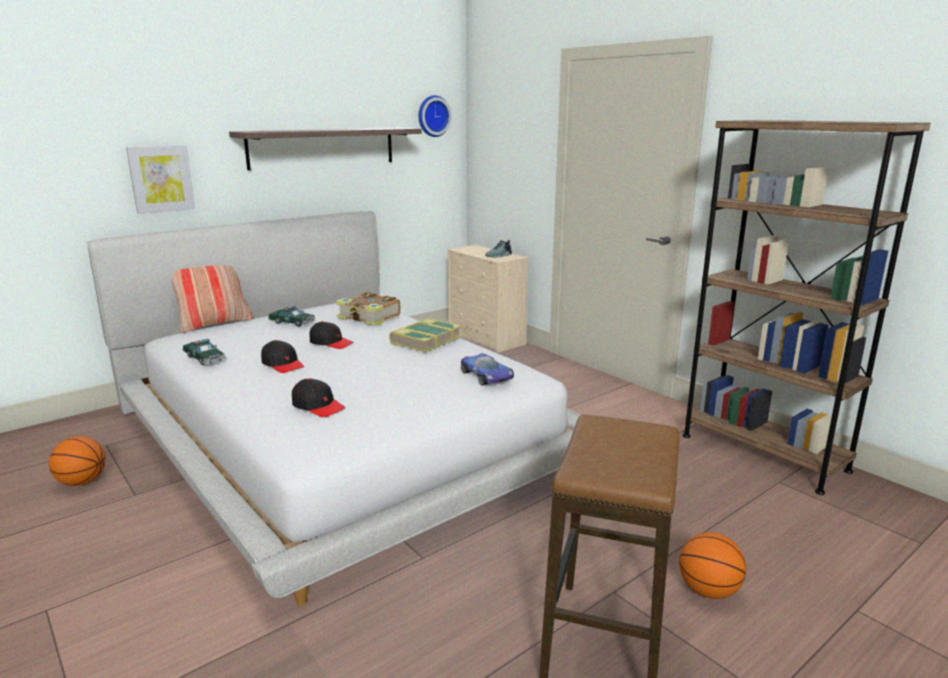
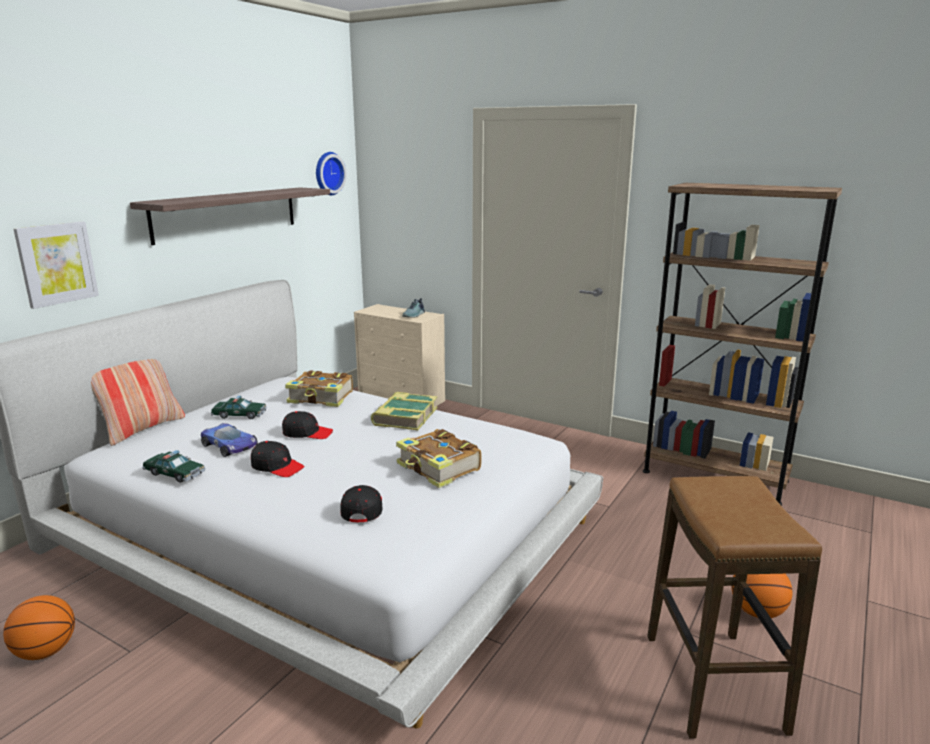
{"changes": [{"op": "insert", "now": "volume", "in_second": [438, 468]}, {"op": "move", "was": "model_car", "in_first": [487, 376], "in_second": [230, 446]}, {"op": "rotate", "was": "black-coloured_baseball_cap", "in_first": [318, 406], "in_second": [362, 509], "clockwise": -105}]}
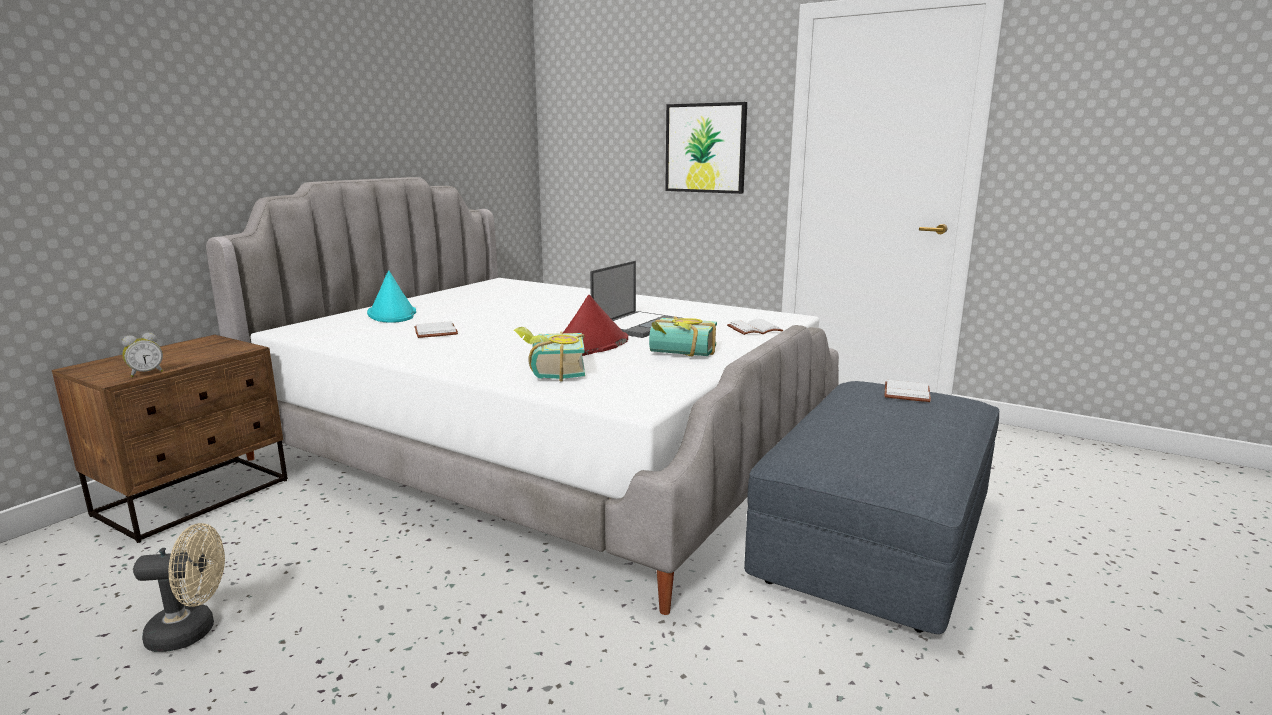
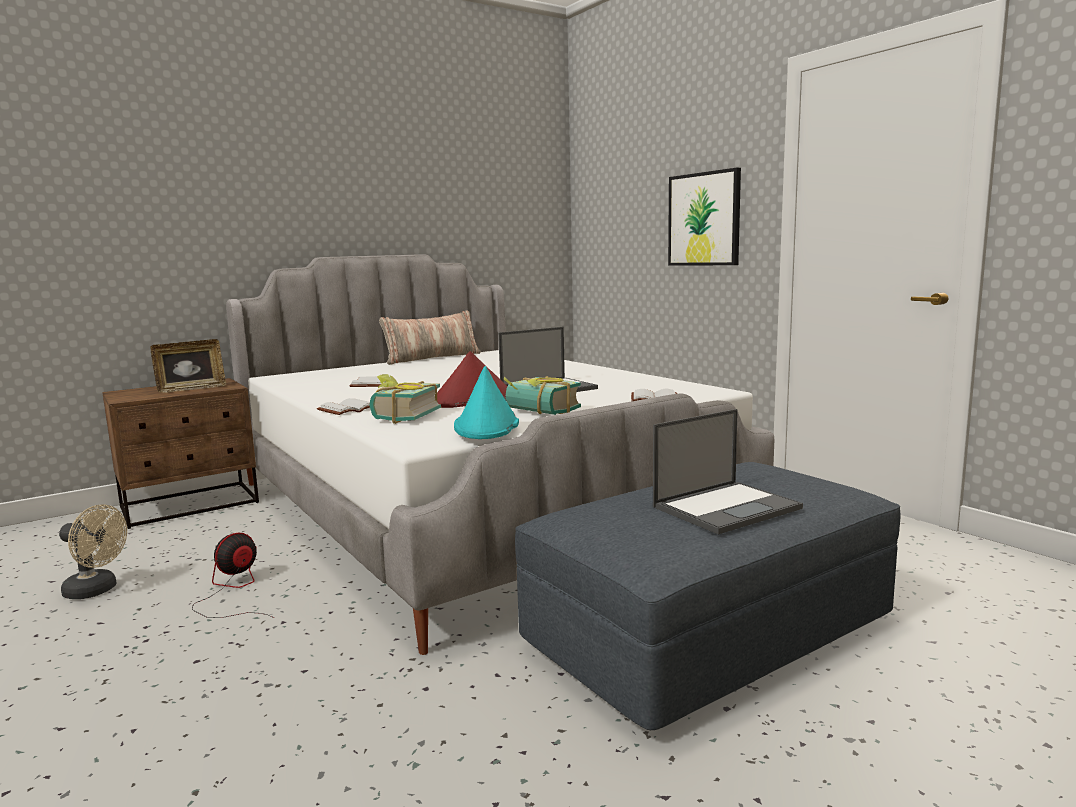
{"changes": [{"op": "delete", "was": "alarm_clock", "in_first": [146, 373]}, {"op": "insert", "now": "photo_frame", "in_second": [191, 389]}, {"op": "insert", "now": "electric_fan", "in_second": [233, 591]}, {"op": "insert", "now": "cushion", "in_second": [432, 358]}, {"op": "insert", "now": "portable_computer", "in_second": [727, 507]}, {"op": "move", "was": "blue-green_clothing_hat", "in_first": [392, 314], "in_second": [487, 426]}, {"op": "move", "was": "white-coloured_volume", "in_first": [905, 393], "in_second": [348, 409]}]}
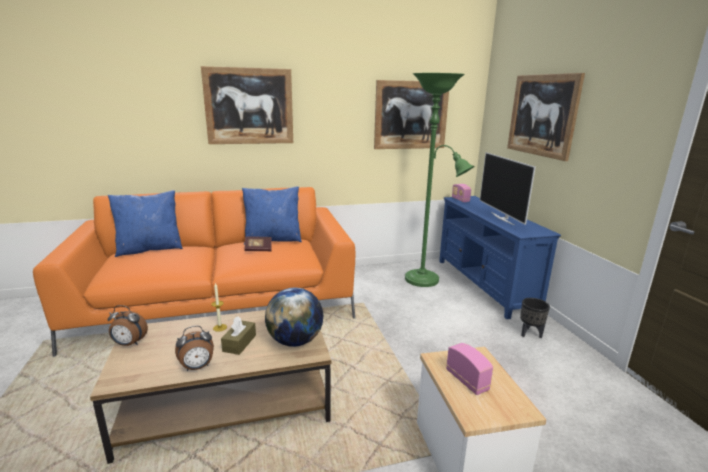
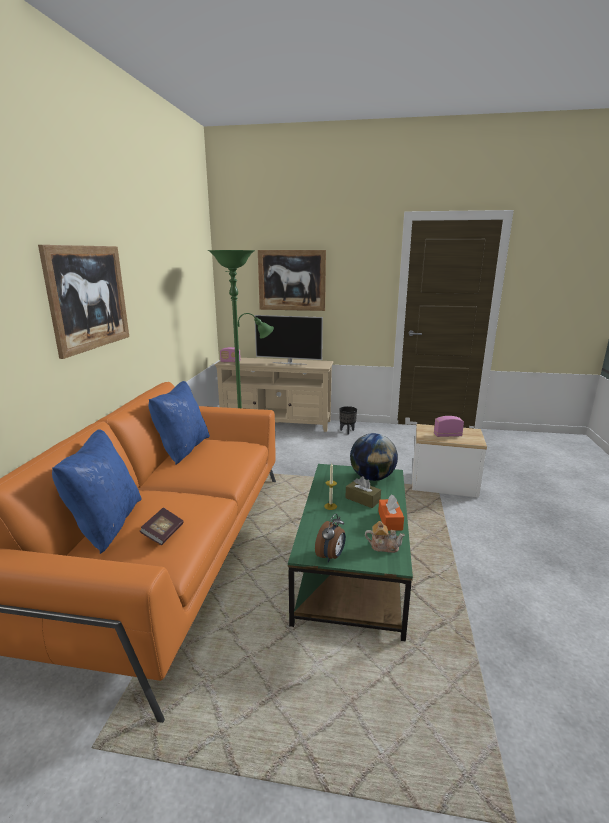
{"changes": [{"op": "delete", "was": "wall_picture", "in_first": [411, 115]}, {"op": "insert", "now": "teapot", "in_second": [383, 546]}, {"op": "move", "was": "volume", "in_first": [258, 249], "in_second": [163, 534]}, {"op": "replace", "was": "alarm_clock", "now": "orange_tissue_box", "in_first": [197, 367], "in_second": [390, 520]}, {"op": "recolor", "was": "brownish_coffee_table", "now": "green-coloured_coffee_table", "in_first": [229, 401], "in_second": [352, 564]}, {"op": "recolor", "was": "blue_tv_stand", "now": "sand-coloured_tv_stand", "in_first": [484, 285], "in_second": [276, 423]}]}
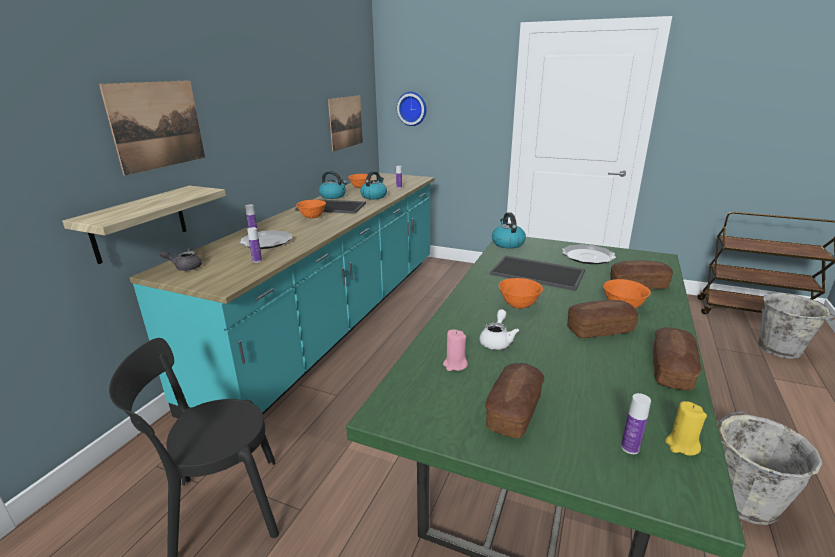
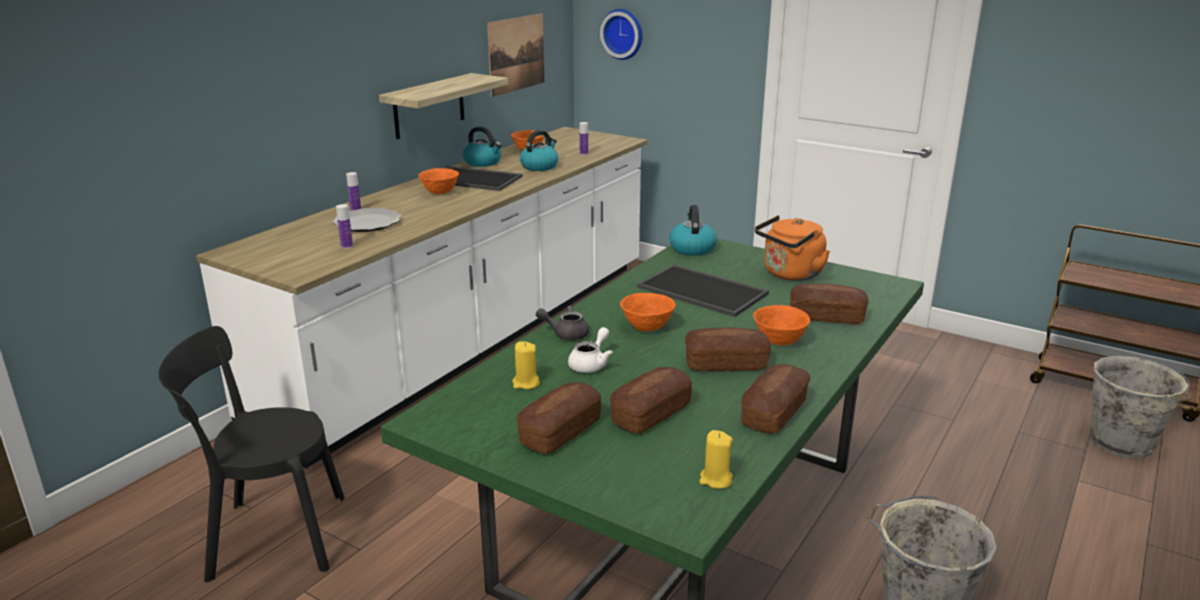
{"changes": [{"op": "delete", "was": "wall_picture", "in_first": [157, 125]}, {"op": "delete", "was": "bottle", "in_first": [630, 448]}, {"op": "insert", "now": "baked_bread", "in_second": [651, 414]}, {"op": "move", "was": "shelf", "in_first": [139, 223], "in_second": [429, 106]}, {"op": "move", "was": "grey_teapot", "in_first": [185, 267], "in_second": [565, 334]}, {"op": "replace", "was": "dinner_plate", "now": "orange_tea_kettle", "in_first": [587, 256], "in_second": [790, 274]}, {"op": "recolor", "was": "blue-green_kitchen_base_unit", "now": "white-coloured_kitchen_base_unit", "in_first": [337, 320], "in_second": [474, 340]}, {"op": "recolor", "was": "pink-coloured_wax_light", "now": "yellowish_wax_light", "in_first": [455, 365], "in_second": [526, 383]}]}
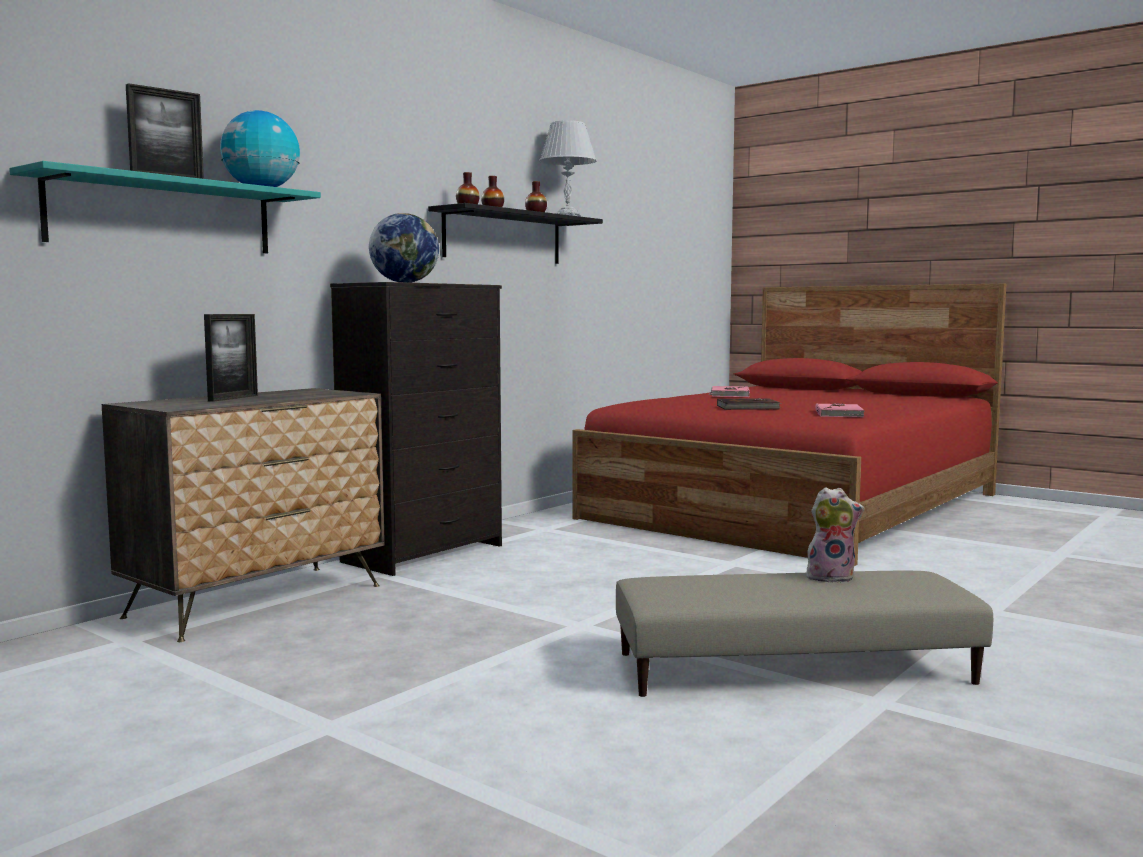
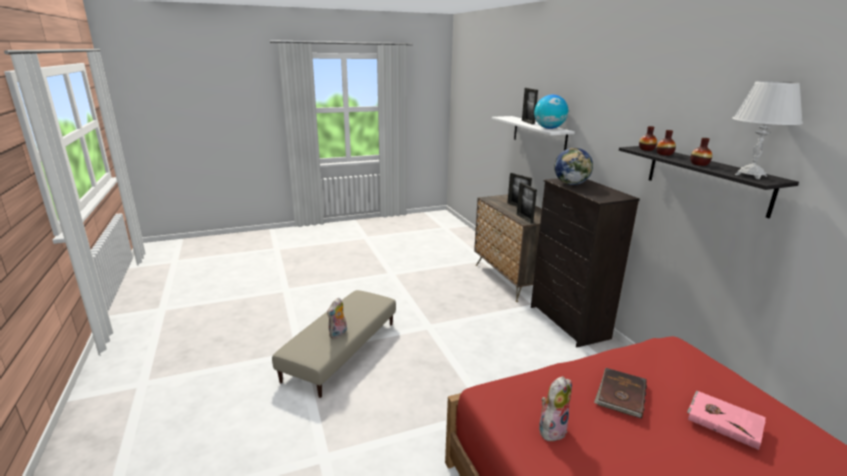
{"changes": [{"op": "insert", "now": "photo_frame", "in_second": [524, 219]}, {"op": "replace", "was": "pink-coloured_volume", "now": "plush_toy", "in_first": [840, 414], "in_second": [551, 429]}, {"op": "recolor", "was": "blue-green_shelf", "now": "white-coloured_shelf", "in_first": [163, 216], "in_second": [539, 135]}]}
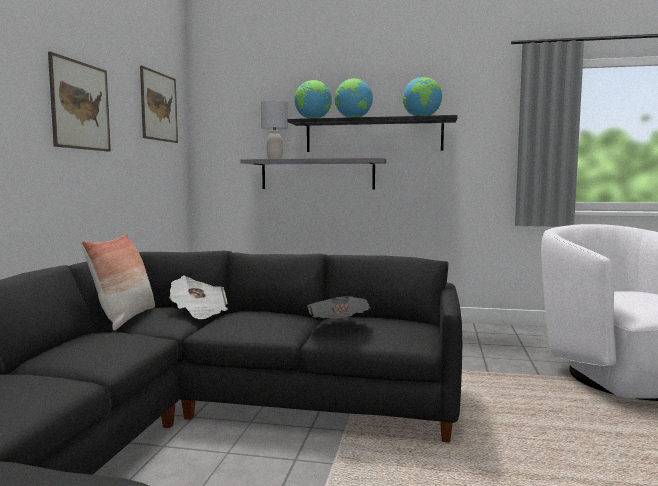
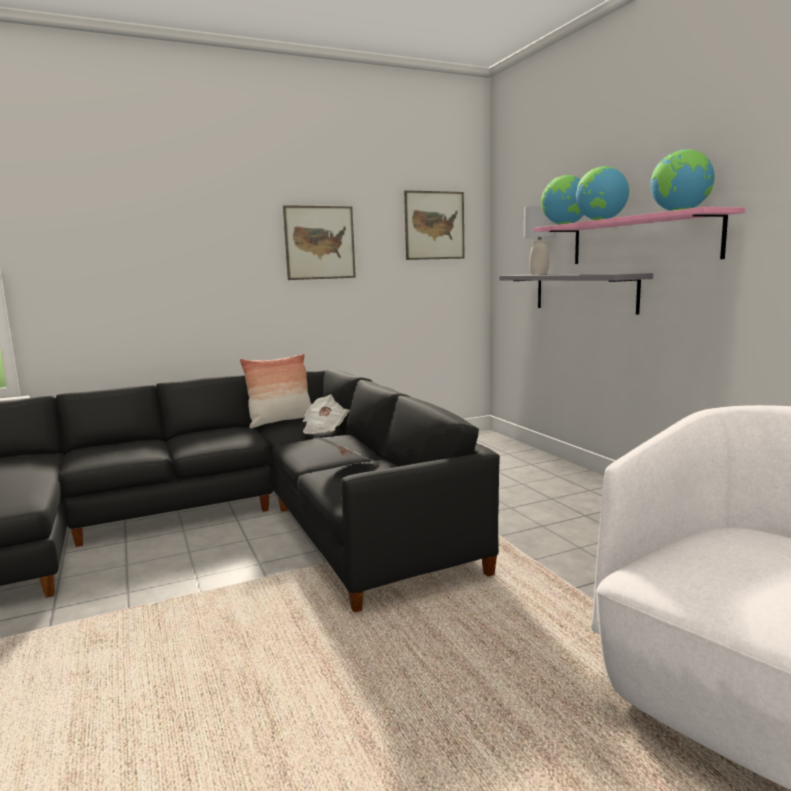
{"changes": [{"op": "recolor", "was": "black-coloured_shelf", "now": "pink-coloured_shelf", "in_first": [373, 136], "in_second": [641, 240]}]}
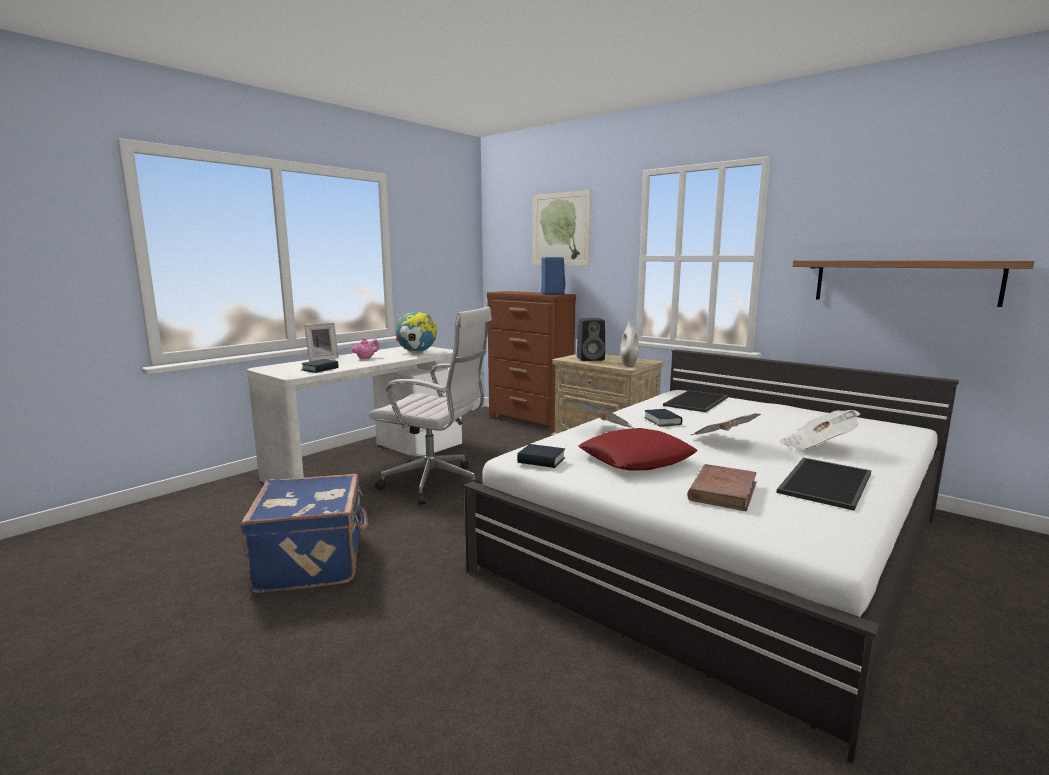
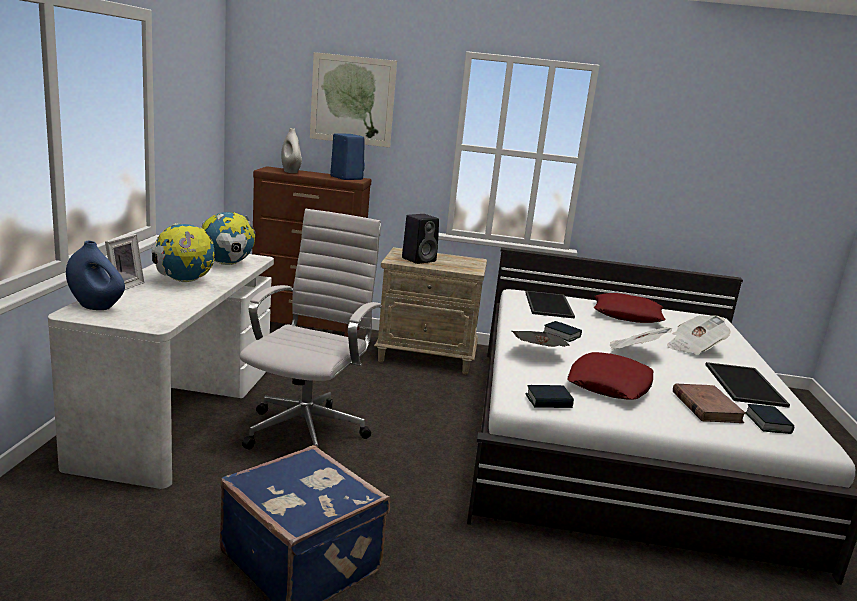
{"changes": [{"op": "delete", "was": "shelf", "in_first": [904, 281]}, {"op": "insert", "now": "blue_vase", "in_second": [96, 306]}, {"op": "insert", "now": "reddish_cushion", "in_second": [627, 315]}, {"op": "move", "was": "volume", "in_first": [320, 369], "in_second": [768, 423]}, {"op": "move", "was": "white-coloured_vase", "in_first": [629, 364], "in_second": [291, 172]}, {"op": "replace", "was": "pink-coloured_teapot", "now": "desk_globe", "in_first": [366, 358], "in_second": [184, 281]}, {"op": "rotate", "was": "white-coloured_computer_chair", "in_first": [436, 484], "in_second": [308, 430], "clockwise": -60}]}
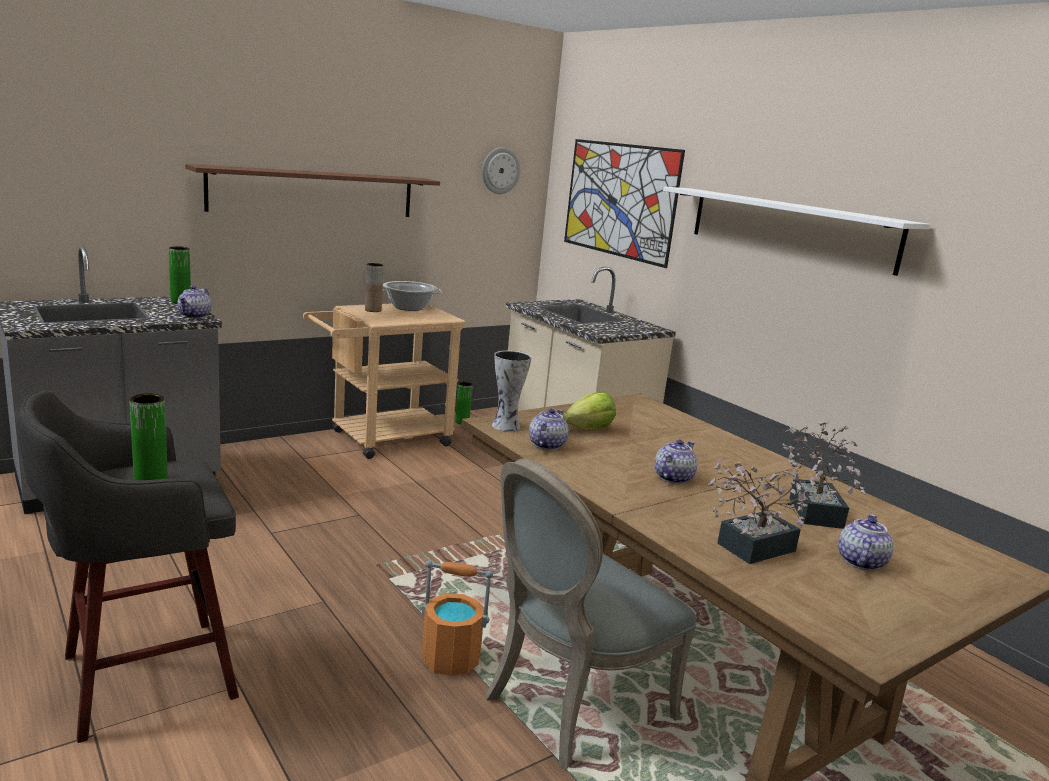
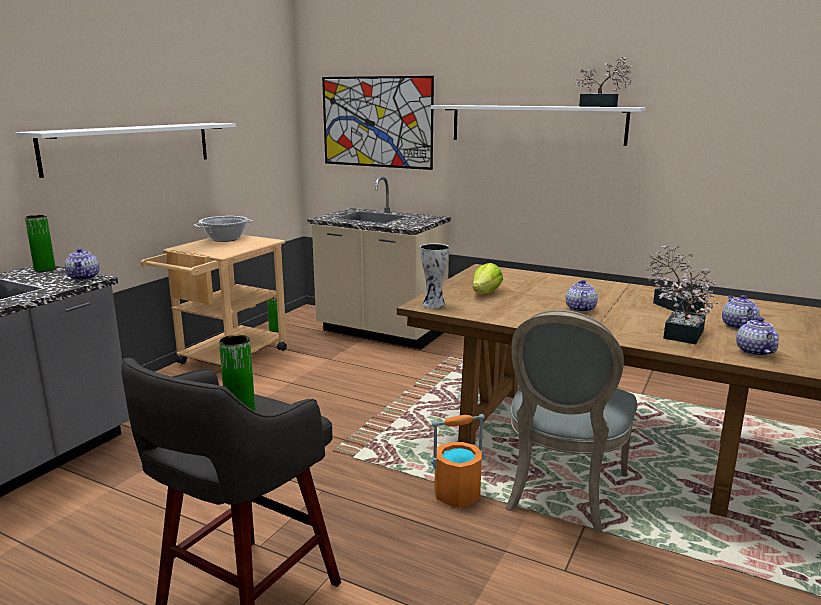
{"changes": [{"op": "delete", "was": "brownish_vase", "in_first": [373, 310]}, {"op": "delete", "was": "clock_on_the_wall", "in_first": [500, 170]}, {"op": "insert", "now": "houseplant", "in_second": [602, 106]}, {"op": "move", "was": "teapot", "in_first": [546, 445], "in_second": [754, 351]}, {"op": "recolor", "was": "brownish_shelf", "now": "white-coloured_shelf", "in_first": [314, 193], "in_second": [130, 147]}]}
